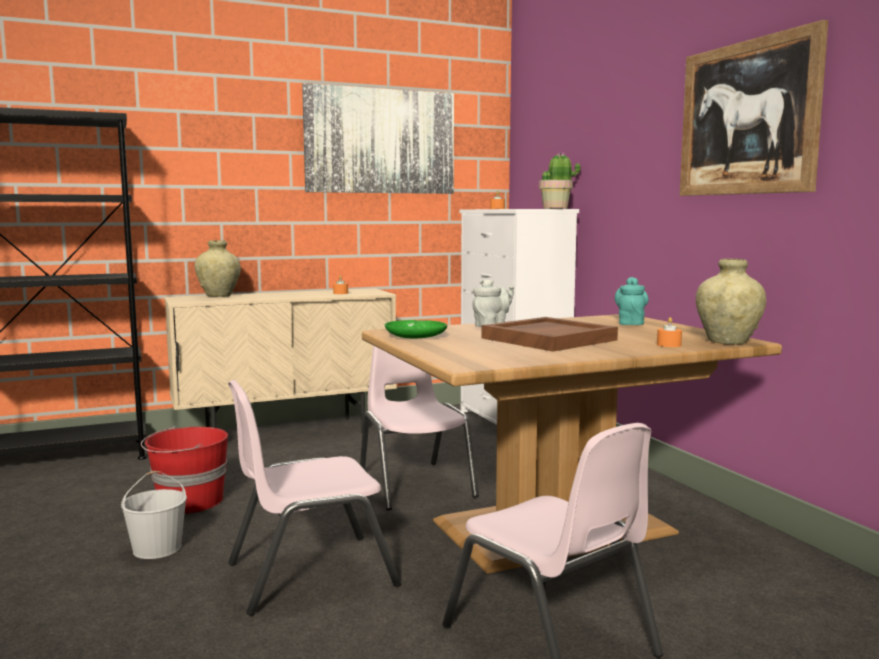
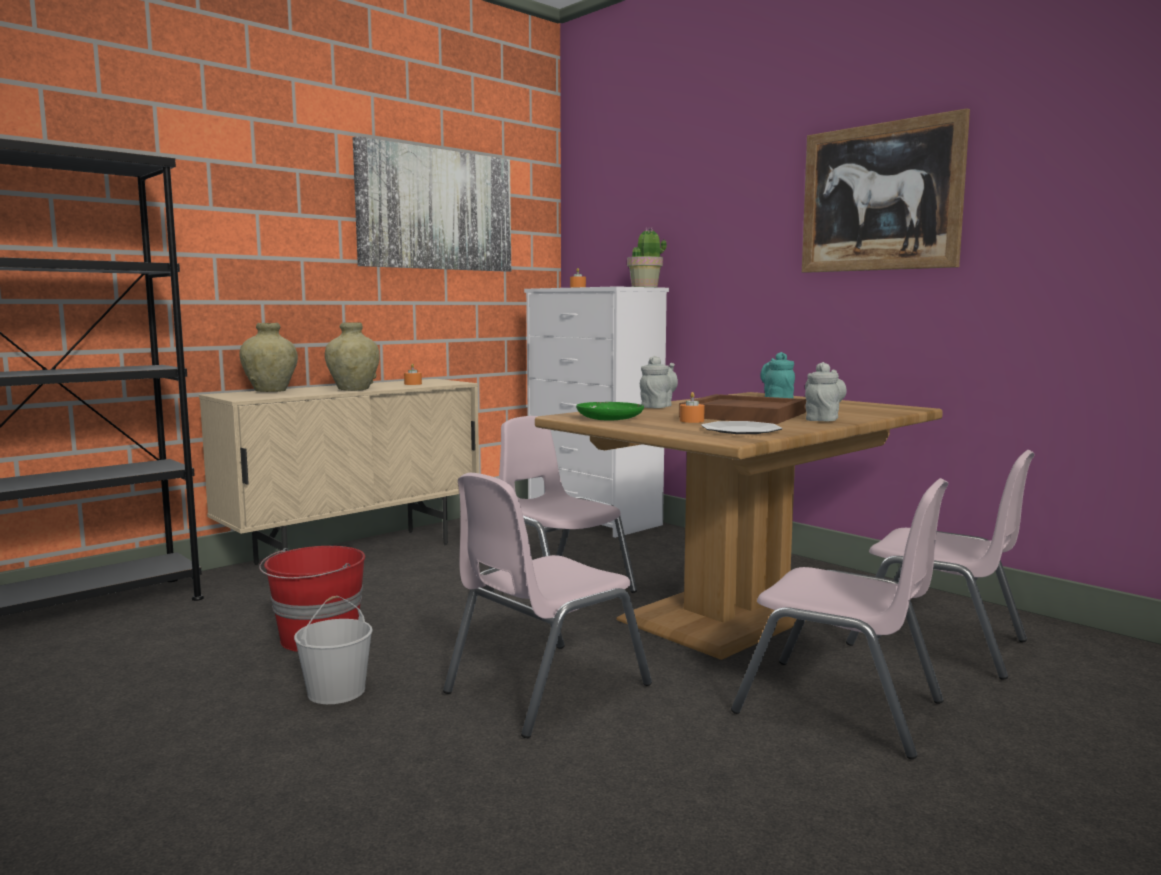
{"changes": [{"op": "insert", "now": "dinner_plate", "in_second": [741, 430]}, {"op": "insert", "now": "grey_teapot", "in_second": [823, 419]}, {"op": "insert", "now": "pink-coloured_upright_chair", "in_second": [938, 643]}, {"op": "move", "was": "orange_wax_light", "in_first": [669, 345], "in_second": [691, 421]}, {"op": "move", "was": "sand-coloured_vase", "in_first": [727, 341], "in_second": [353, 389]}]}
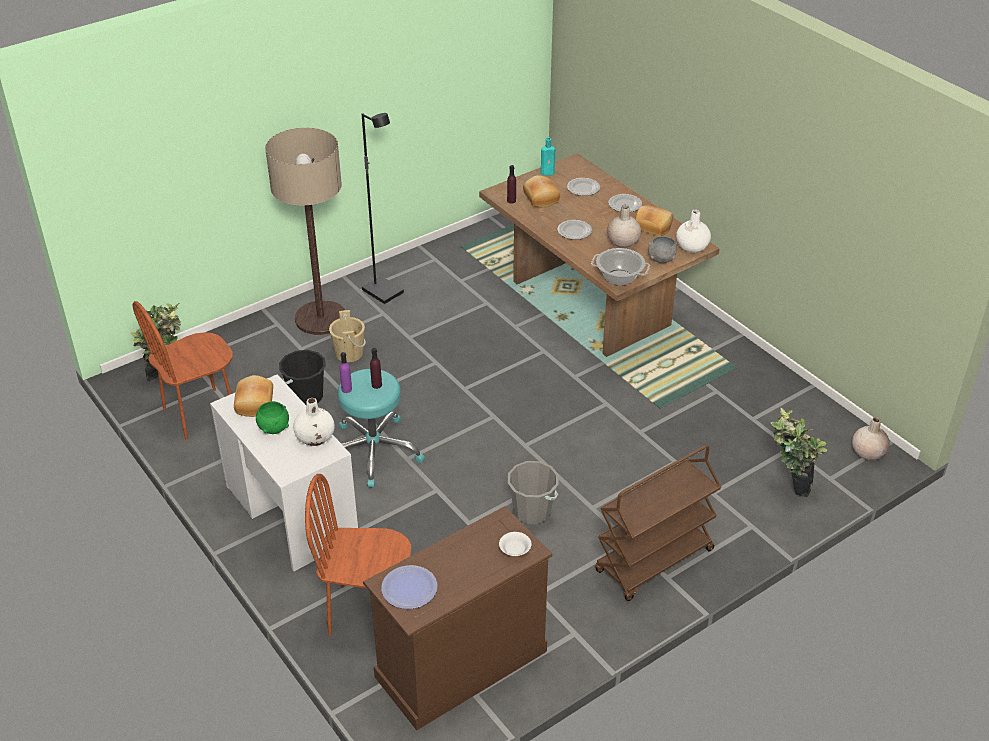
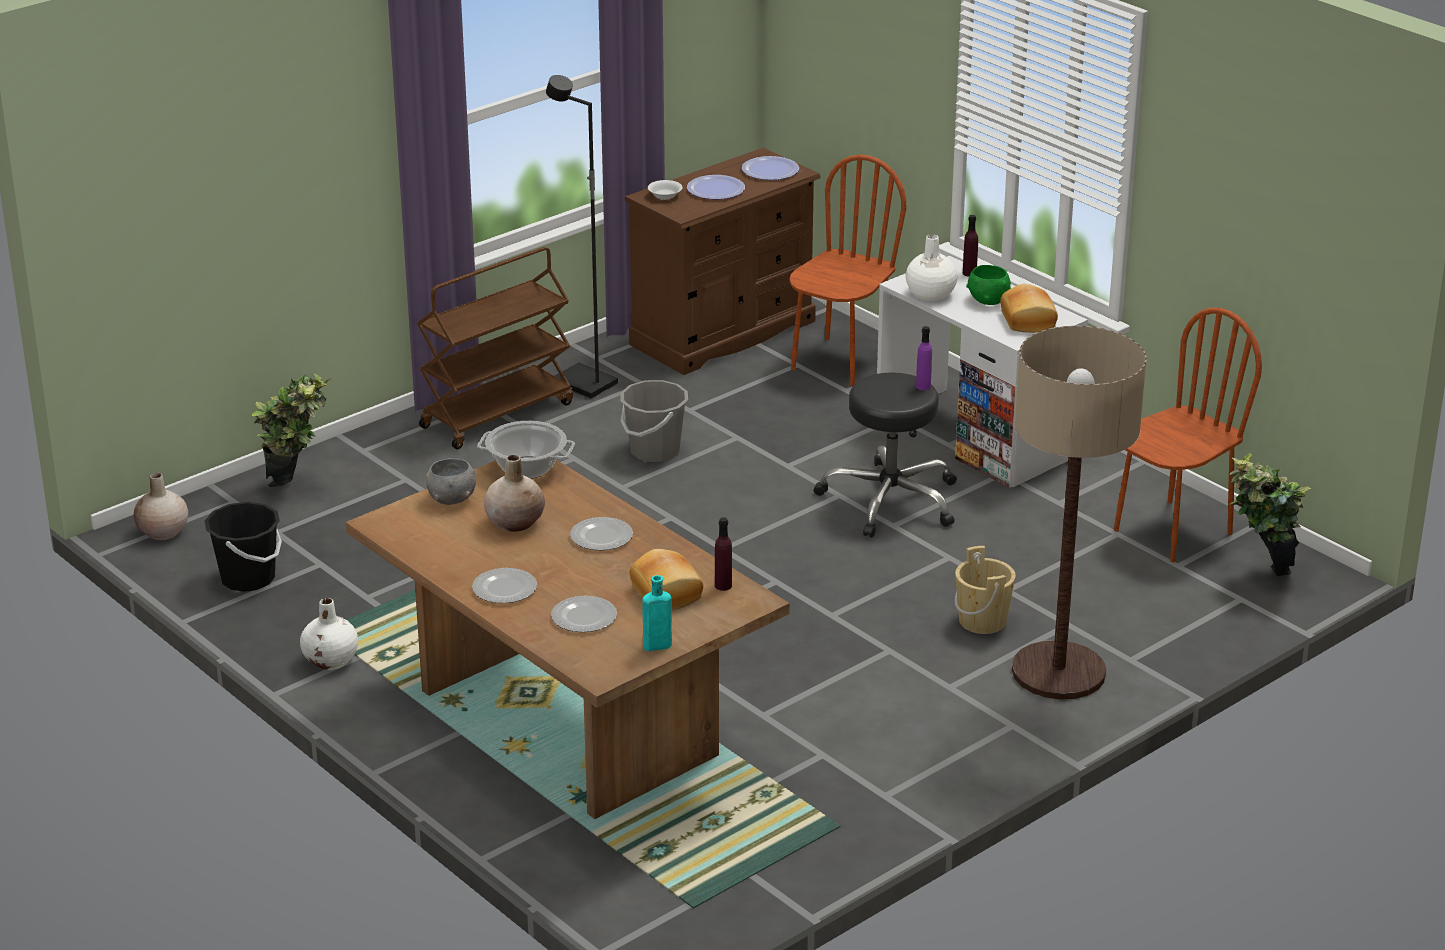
{"changes": [{"op": "delete", "was": "baked_bread", "in_first": [653, 226]}, {"op": "insert", "now": "dinner_plate", "in_second": [715, 189]}, {"op": "move", "was": "black-coloured_water_bucket", "in_first": [306, 396], "in_second": [248, 578]}, {"op": "move", "was": "black-coloured_standard_lamp", "in_first": [384, 291], "in_second": [583, 384]}, {"op": "move", "was": "purple-coloured_bottle", "in_first": [376, 385], "in_second": [969, 273]}, {"op": "move", "was": "white-coloured_vase", "in_first": [691, 247], "in_second": [331, 660]}, {"op": "recolor", "was": "blue-green_stool_seat", "now": "black-coloured_stool_seat", "in_first": [373, 451], "in_second": [891, 500]}, {"op": "rotate", "was": "brownish_upright_chair", "in_first": [367, 612], "in_second": [840, 362], "clockwise": -60}]}
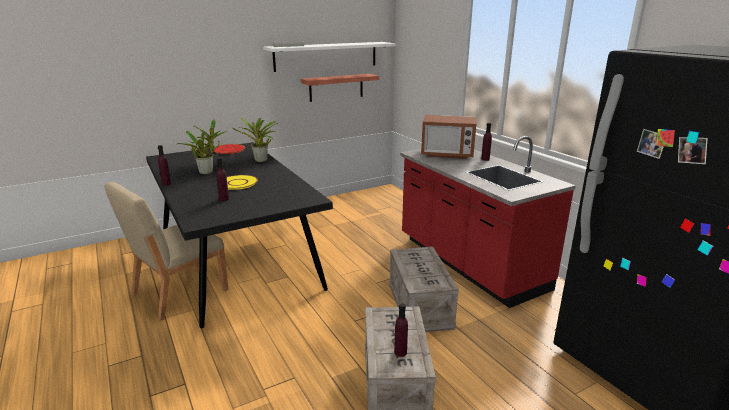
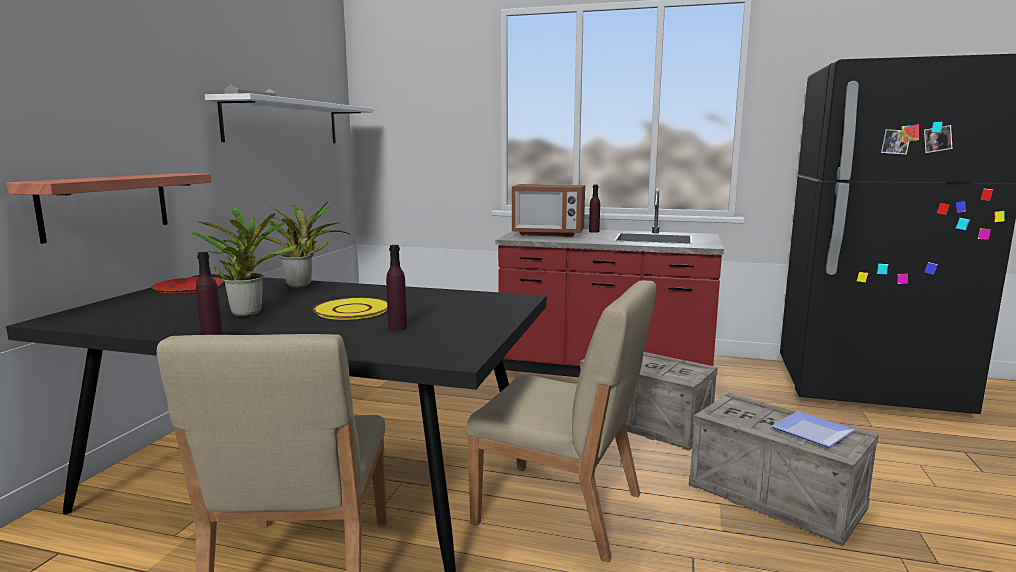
{"changes": [{"op": "insert", "now": "sand-coloured_upright_chair", "in_second": [560, 509]}, {"op": "move", "was": "shelf", "in_first": [336, 87], "in_second": [106, 205]}, {"op": "replace", "was": "purple-coloured_bottle", "now": "dinner_plate", "in_first": [400, 352], "in_second": [815, 432]}, {"op": "rotate", "was": "microwave_oven", "in_first": [447, 154], "in_second": [548, 234], "clockwise": 45}]}
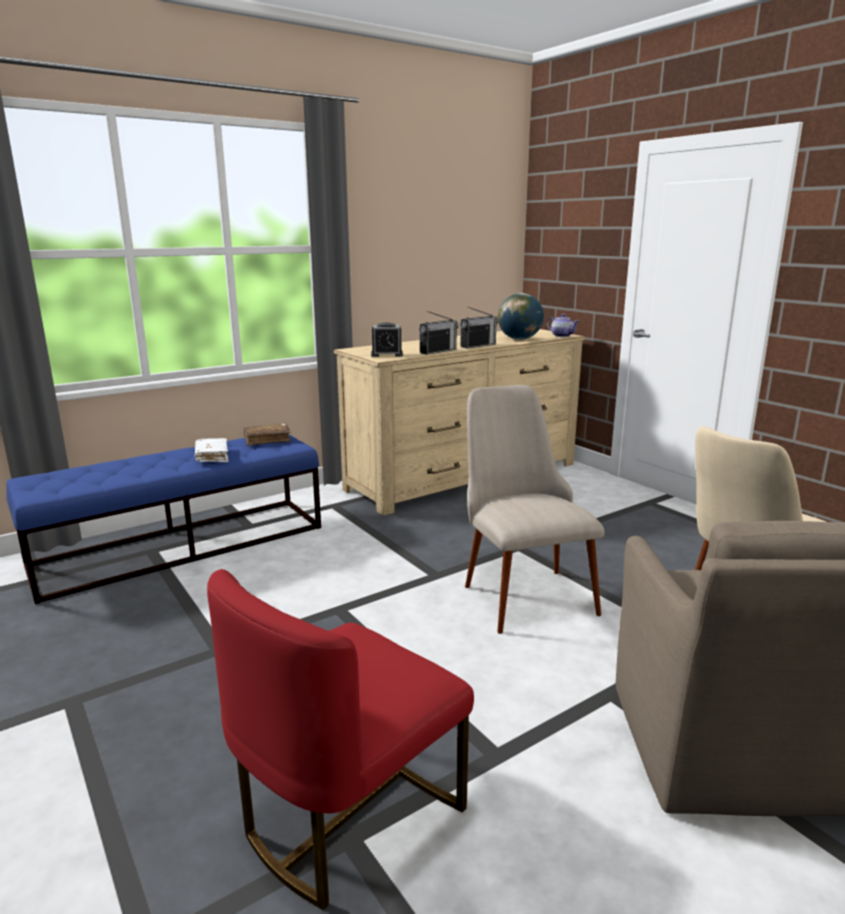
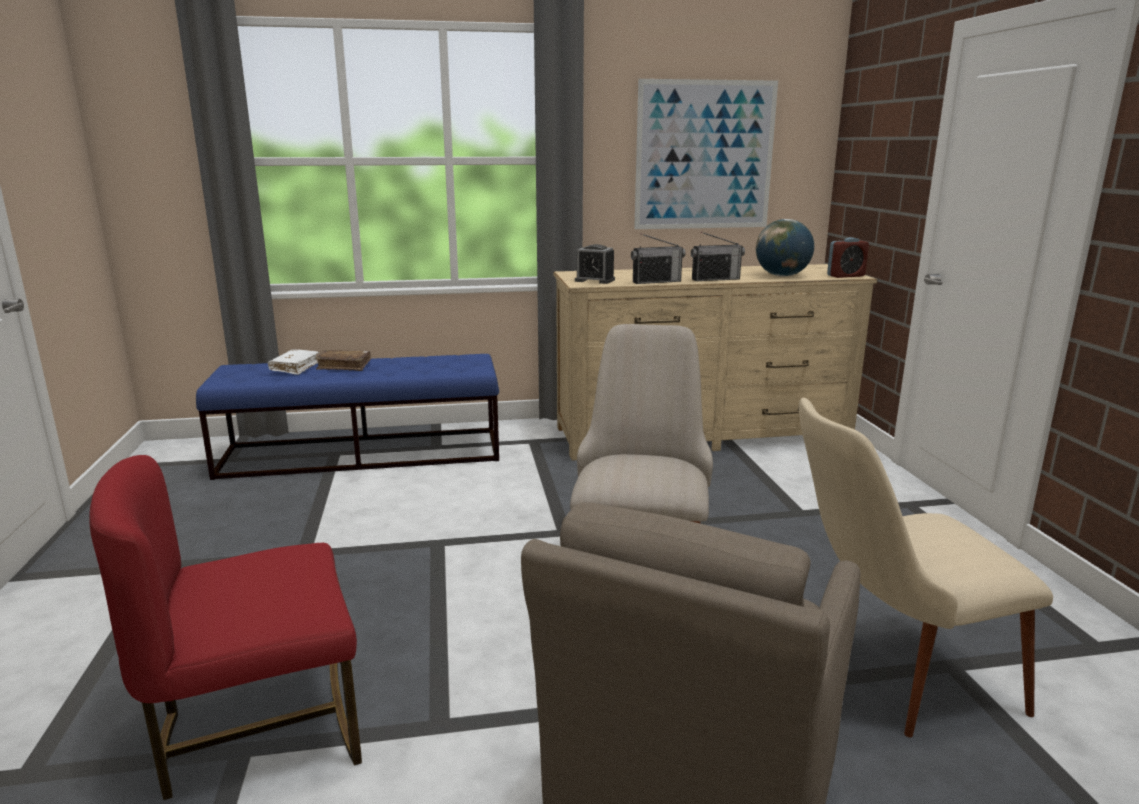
{"changes": [{"op": "insert", "now": "wall_picture", "in_second": [704, 156]}, {"op": "move", "was": "white-coloured_volume", "in_first": [212, 456], "in_second": [295, 368]}, {"op": "move", "was": "brownish_volume", "in_first": [267, 440], "in_second": [344, 366]}, {"op": "replace", "was": "teapot", "now": "alarm_clock", "in_first": [562, 336], "in_second": [845, 276]}]}
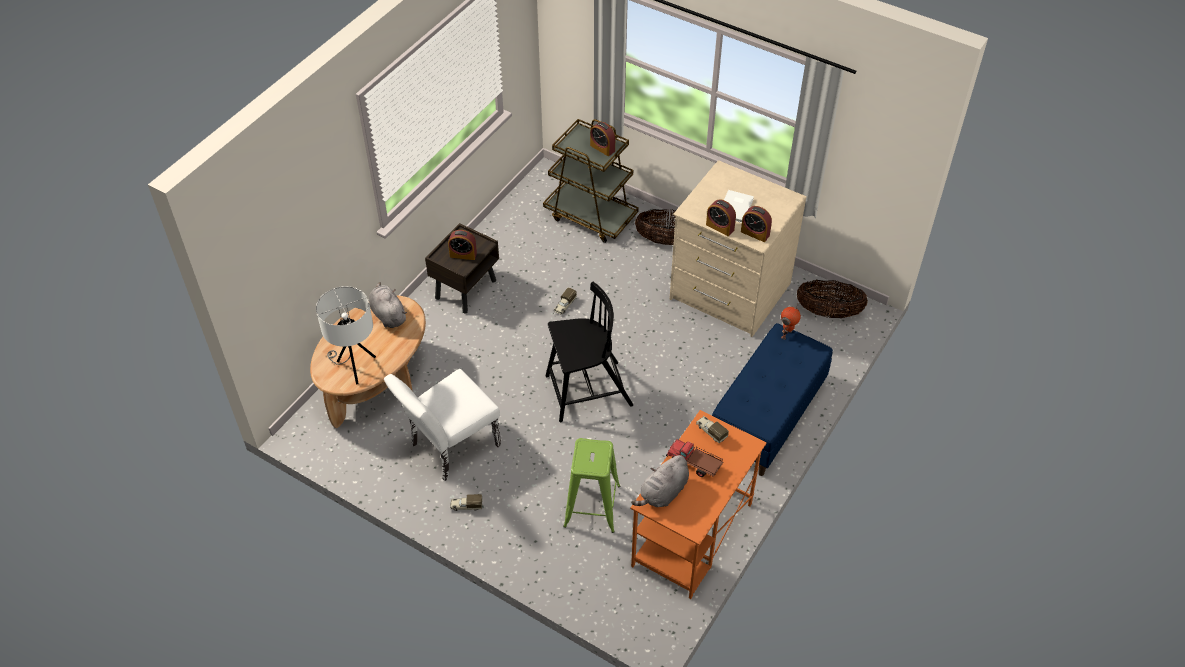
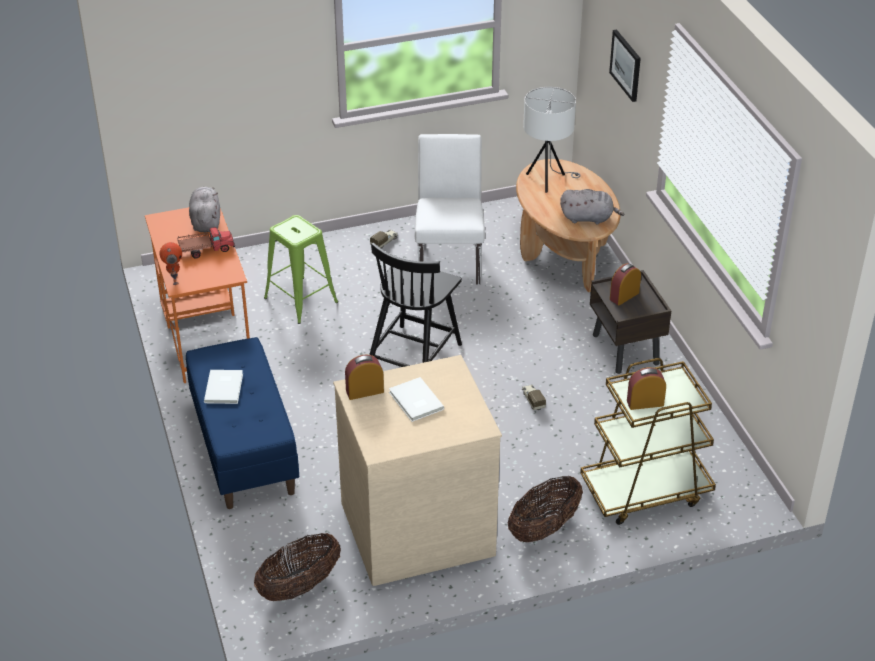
{"changes": [{"op": "delete", "was": "toy_truck", "in_first": [711, 431]}, {"op": "delete", "was": "alarm_clock", "in_first": [720, 227]}, {"op": "insert", "now": "white-coloured_volume", "in_second": [225, 387]}, {"op": "insert", "now": "wall_picture", "in_second": [626, 65]}, {"op": "move", "was": "model_robot", "in_first": [787, 335], "in_second": [174, 279]}]}
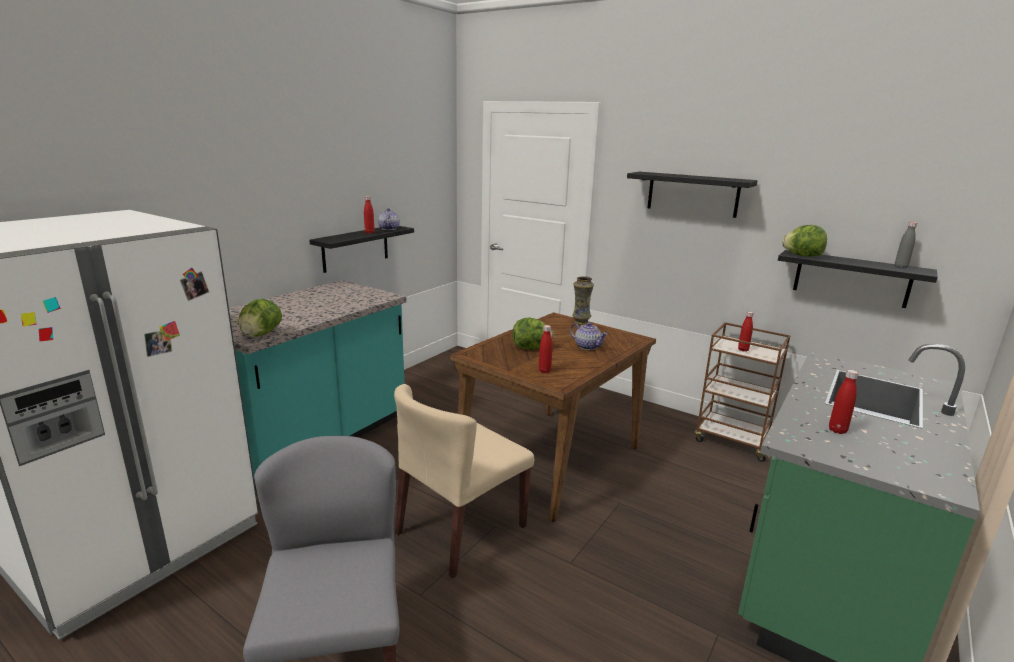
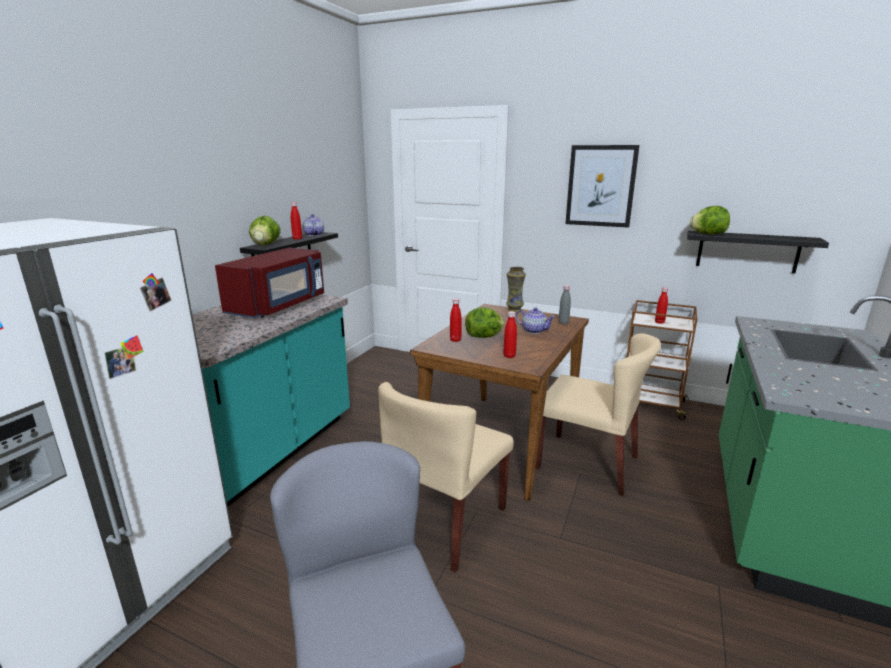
{"changes": [{"op": "insert", "now": "reddish_microwave_oven", "in_second": [279, 306]}, {"op": "insert", "now": "sand-coloured_upright_chair", "in_second": [588, 462]}, {"op": "move", "was": "lettuce_head", "in_first": [260, 335], "in_second": [266, 244]}, {"op": "move", "was": "reddish_bottle", "in_first": [837, 430], "in_second": [455, 340]}, {"op": "move", "was": "grey_bottle", "in_first": [900, 267], "in_second": [563, 323]}, {"op": "replace", "was": "black-coloured_shelf", "now": "wall_picture", "in_first": [692, 194], "in_second": [601, 186]}]}
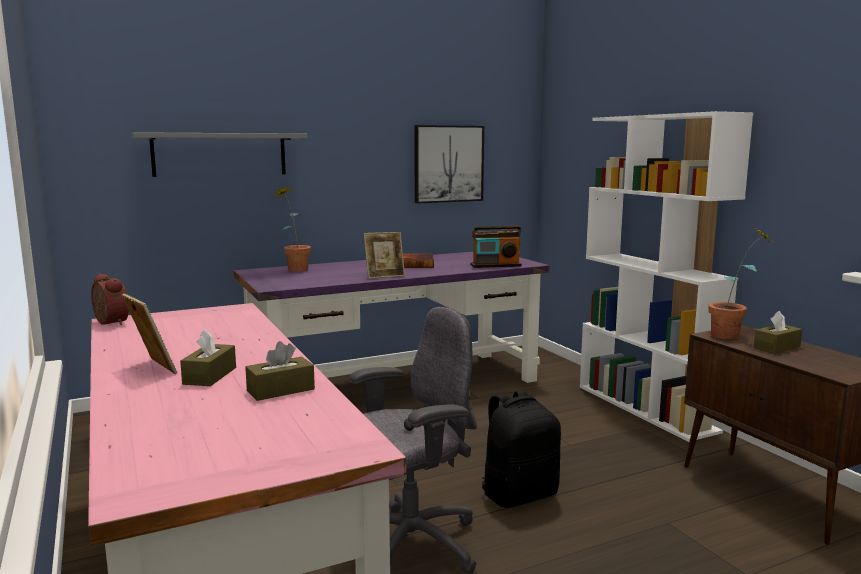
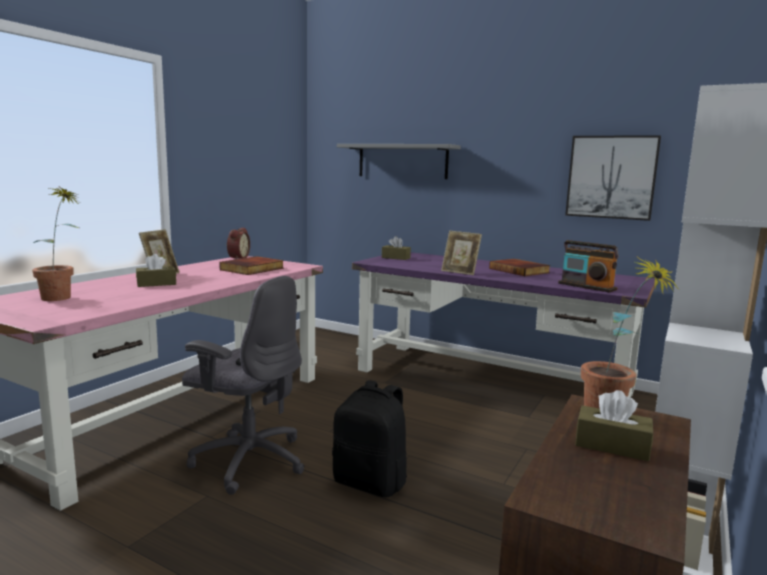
{"changes": [{"op": "insert", "now": "volume", "in_second": [252, 269]}, {"op": "move", "was": "brownish_tissue_box", "in_first": [280, 390], "in_second": [396, 258]}, {"op": "move", "was": "houseplant", "in_first": [294, 268], "in_second": [62, 296]}]}
